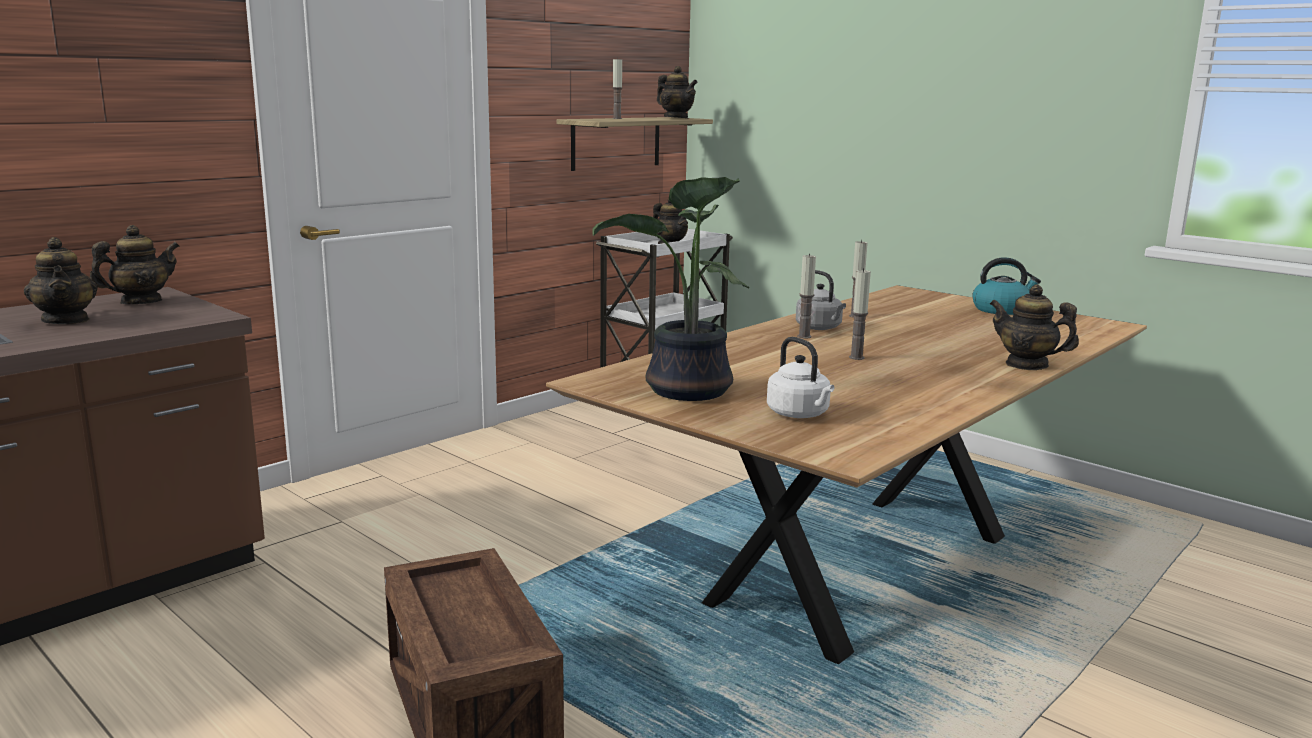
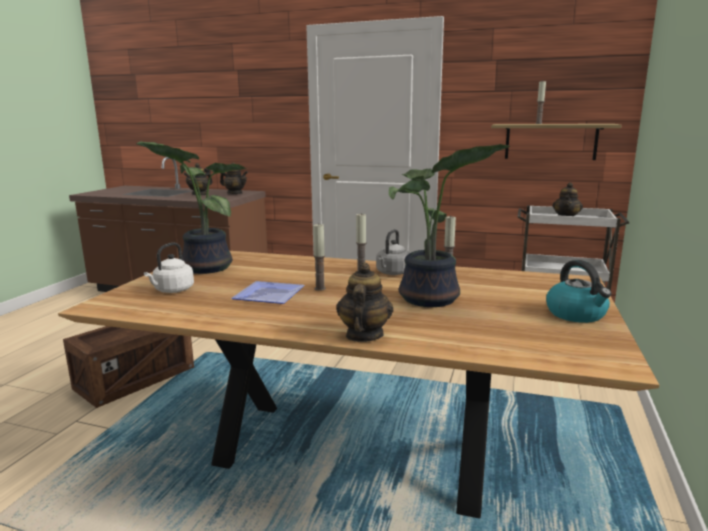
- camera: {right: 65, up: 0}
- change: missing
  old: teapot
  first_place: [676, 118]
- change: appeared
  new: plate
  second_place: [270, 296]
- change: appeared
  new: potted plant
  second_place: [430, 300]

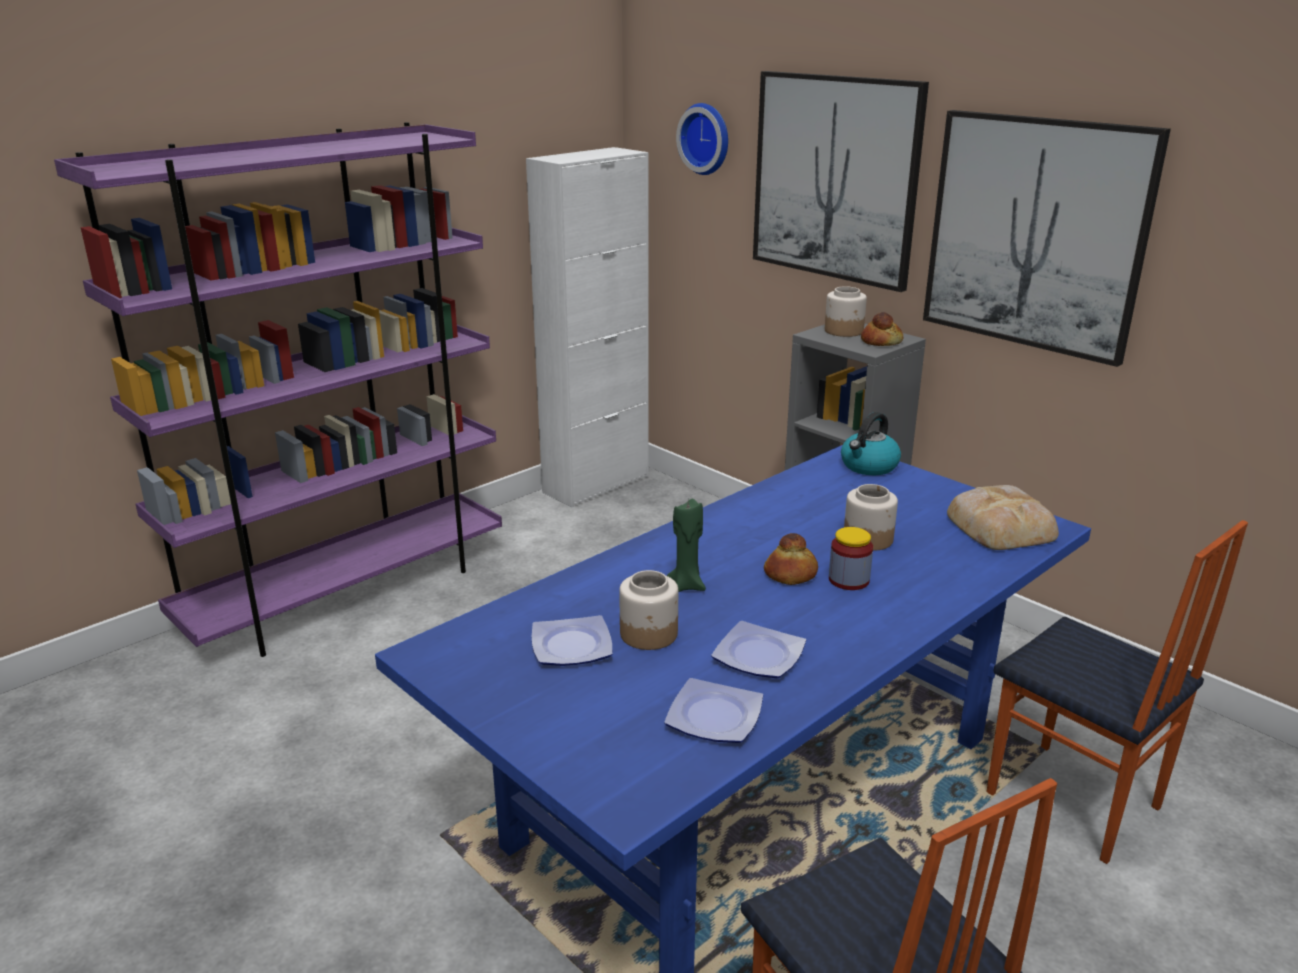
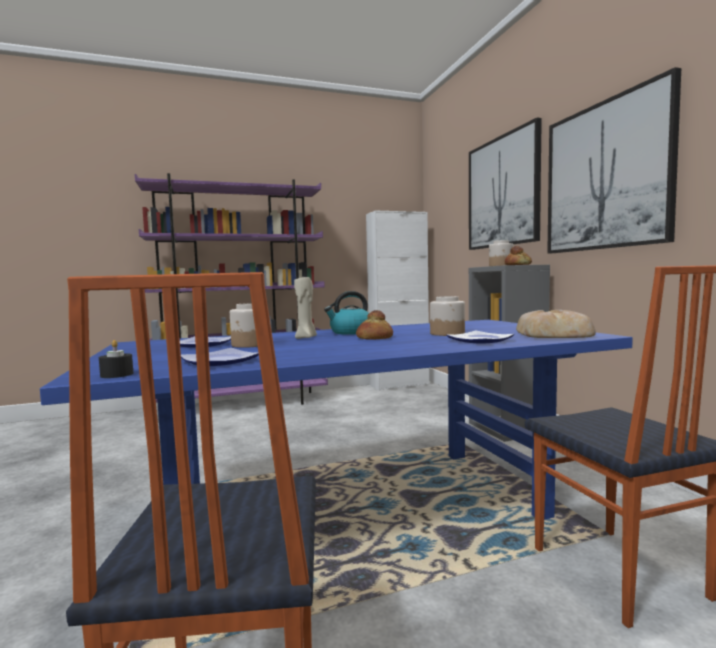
- camera: {right: 25, up: -20}
- change: missing
  old: wall clock
  first_place: [707, 138]
- change: missing
  old: jar
  first_place: [848, 580]
- change: appeared
  new: black candle
  second_place: [117, 375]
- change: relocated
  old: plate
  first_place: [760, 655]
  second_place: [481, 340]
- change: relocated
  old: kettle
  first_place: [869, 466]
  second_place: [350, 332]
- change: colour
  old: green candle
  new: beige candle
  first_place: [687, 585]
  second_place: [306, 337]

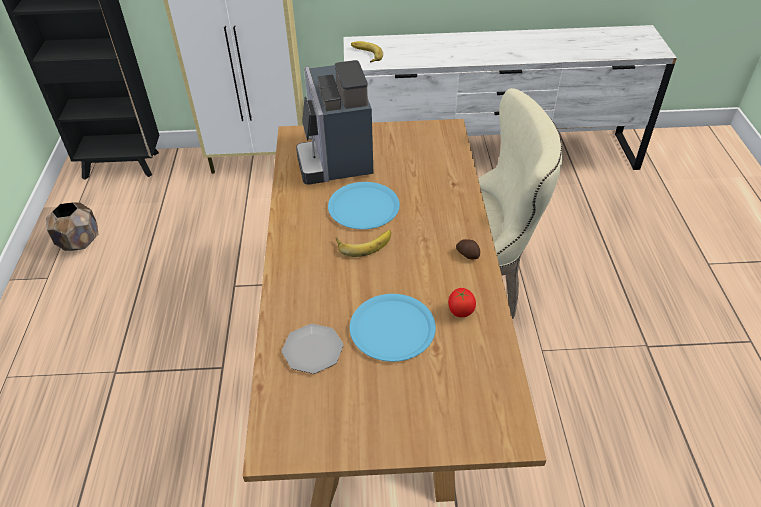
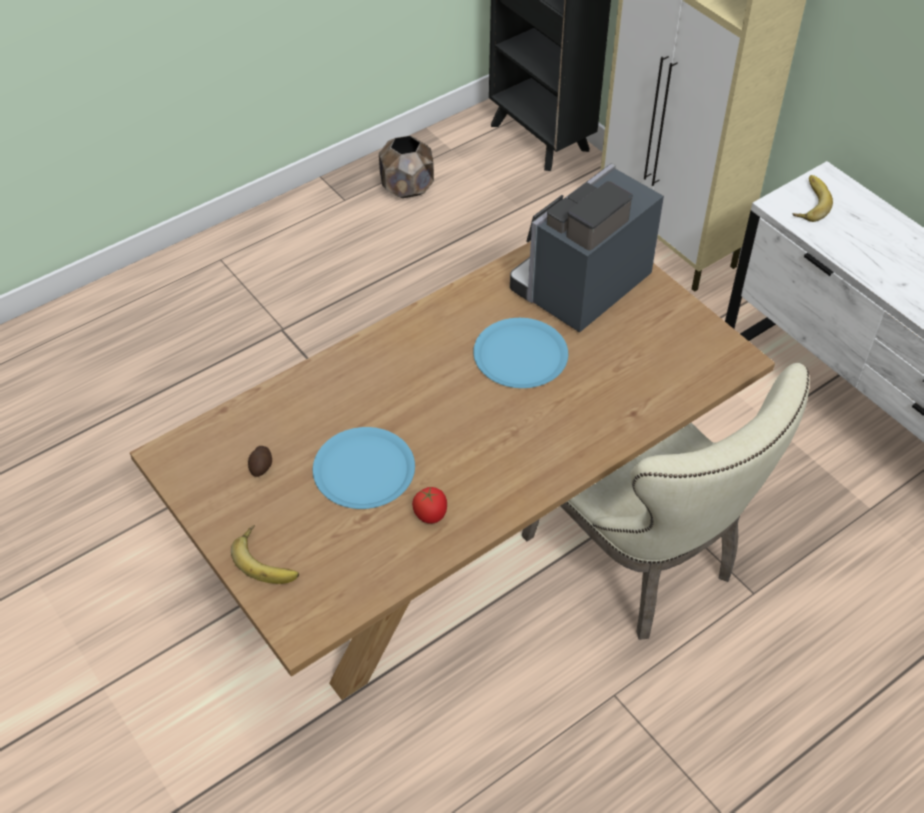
- camera: {right: 55, up: 5}
- change: missing
  old: plate
  first_place: [313, 349]
- change: relocated
  old: banana
  first_place: [363, 243]
  second_place: [268, 559]
- change: relocated
  old: potato
  first_place: [468, 254]
  second_place: [261, 466]

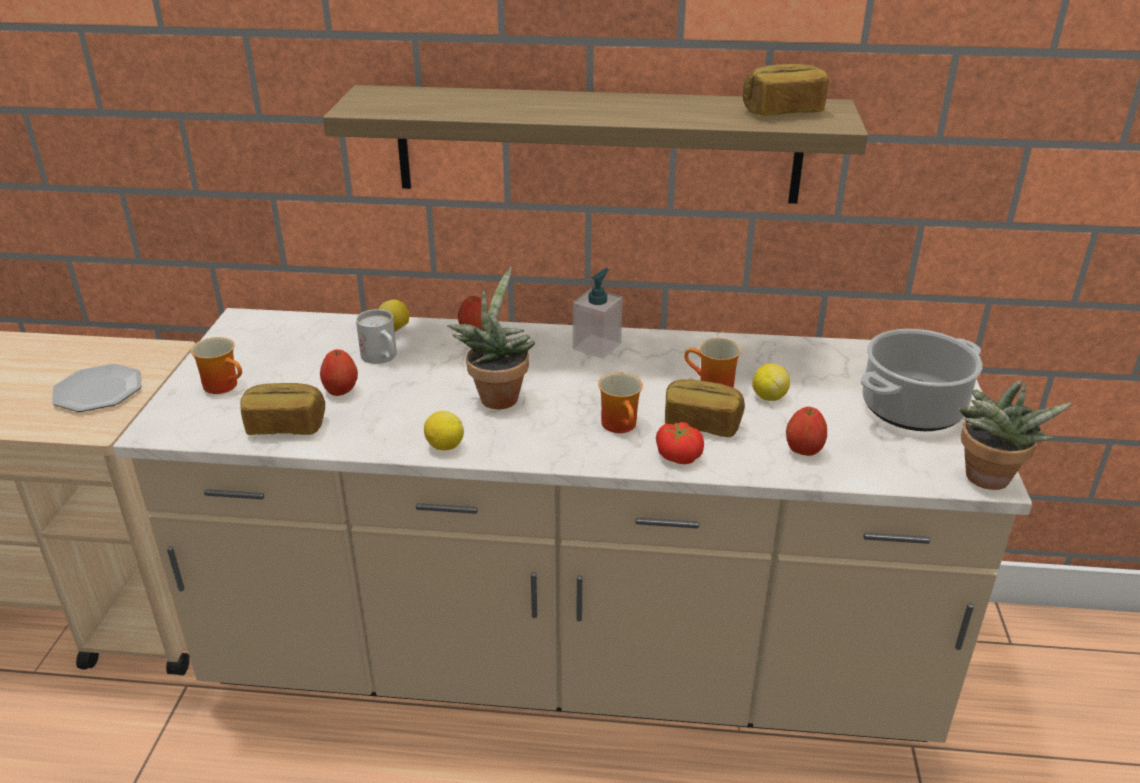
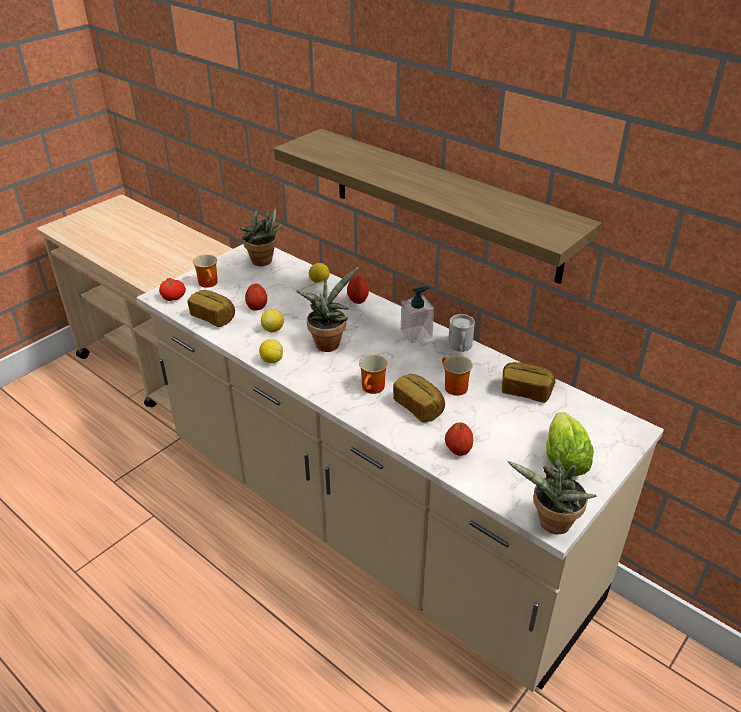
- camera: {right: 35, up: 5}
- change: missing
  old: plate
  first_place: [98, 391]
- change: appeared
  new: potted plant
  second_place: [264, 262]
- change: relocated
  old: white mug
  first_place: [382, 358]
  second_place: [460, 348]
- change: relocated
  old: tomato
  first_place: [679, 455]
  second_place: [173, 297]
- change: relocated
  old: bread
  first_place: [782, 111]
  second_place: [526, 391]
- change: relocated
  old: lemon
  first_place: [768, 397]
  second_place: [273, 329]
- change: exchanged
  old: cooking pot
  new: lettuce
  first_place: [911, 409]
  second_place: [563, 457]

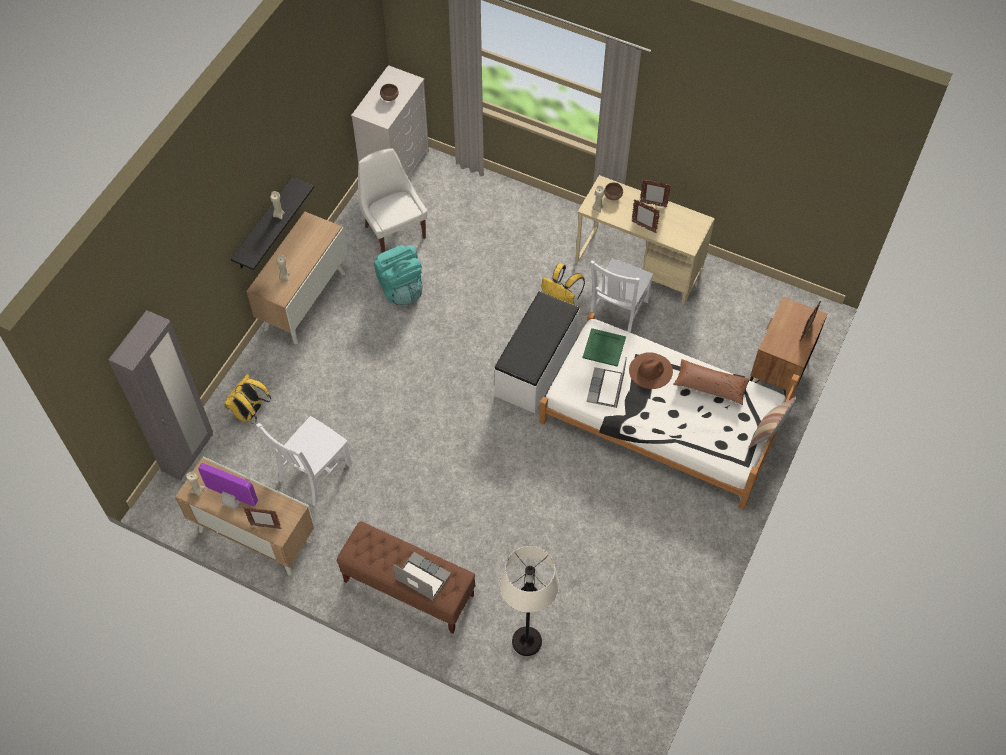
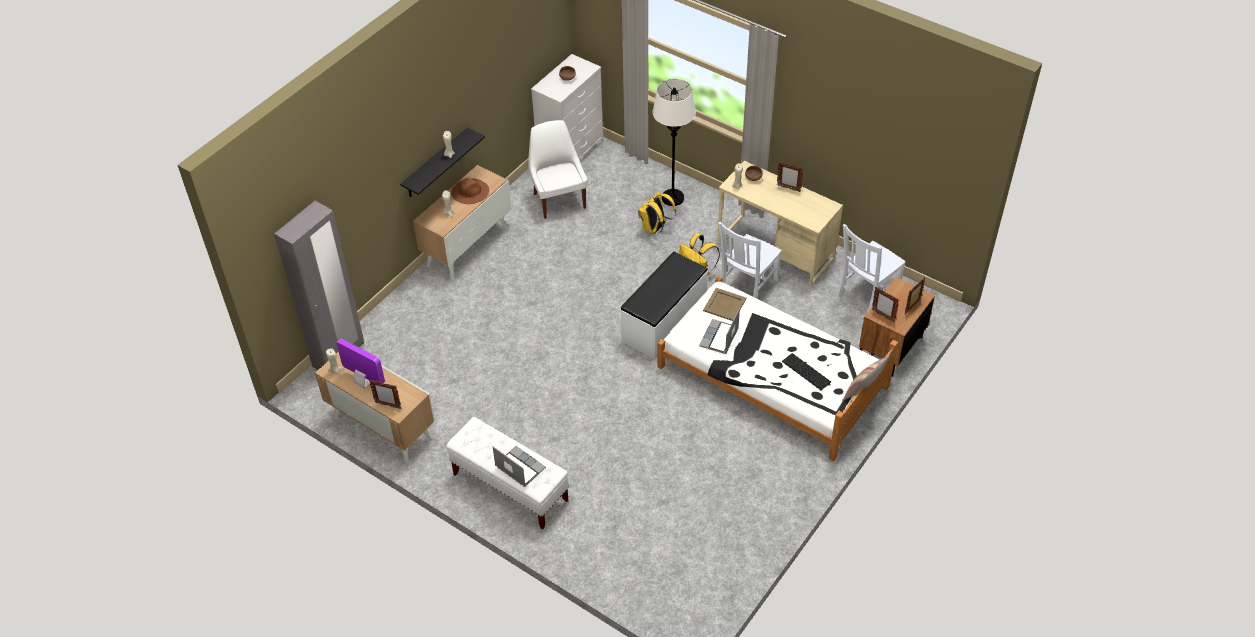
- camera: {right: 10, up: -10}
- change: missing
  old: turquoise backpack
  first_place: [400, 288]
- change: missing
  old: brown pillow
  first_place: [710, 386]
- change: appeared
  new: keyboard
  second_place: [806, 372]
- change: relocated
  old: yellow backpack
  first_place: [250, 413]
  second_place: [655, 228]
- change: relocated
  old: white chair
  first_place: [313, 474]
  second_place: [866, 294]
- change: relocated
  old: white floor lamp
  first_place: [526, 641]
  second_place: [672, 198]
- change: relocated
  old: brown hat
  first_place: [650, 370]
  second_place: [470, 191]
- change: relocated
  old: picture frame
  first_place: [643, 227]
  second_place: [883, 316]
- change: colour
  old: brown bench
  new: white bench
  first_place: [408, 588]
  second_place: [510, 487]
- change: colour
  old: green tray
  new: beige tray
  first_place: [604, 347]
  second_place: [724, 304]

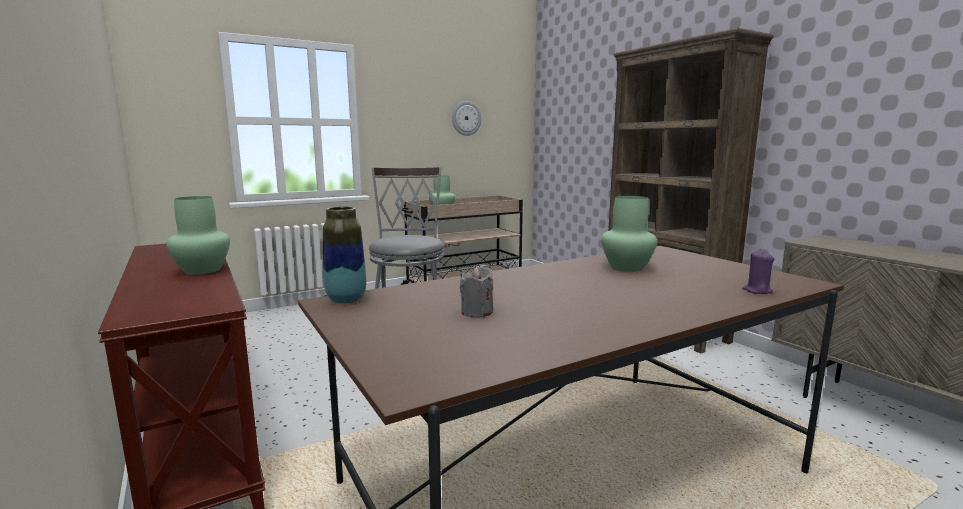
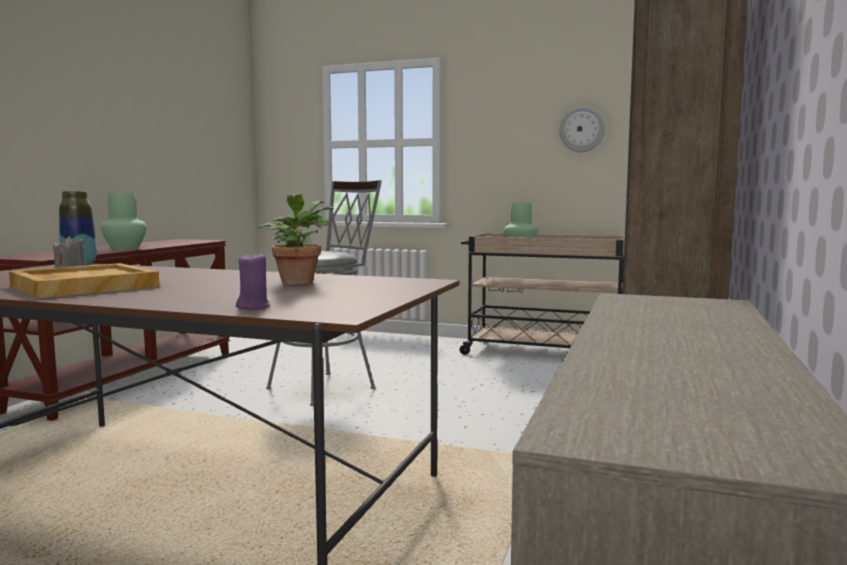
- camera: {right: 50, up: -5}
- change: appeared
  new: beige tray
  second_place: [83, 286]
- change: exchanged
  old: green vase
  new: potted plant
  first_place: [626, 267]
  second_place: [298, 282]

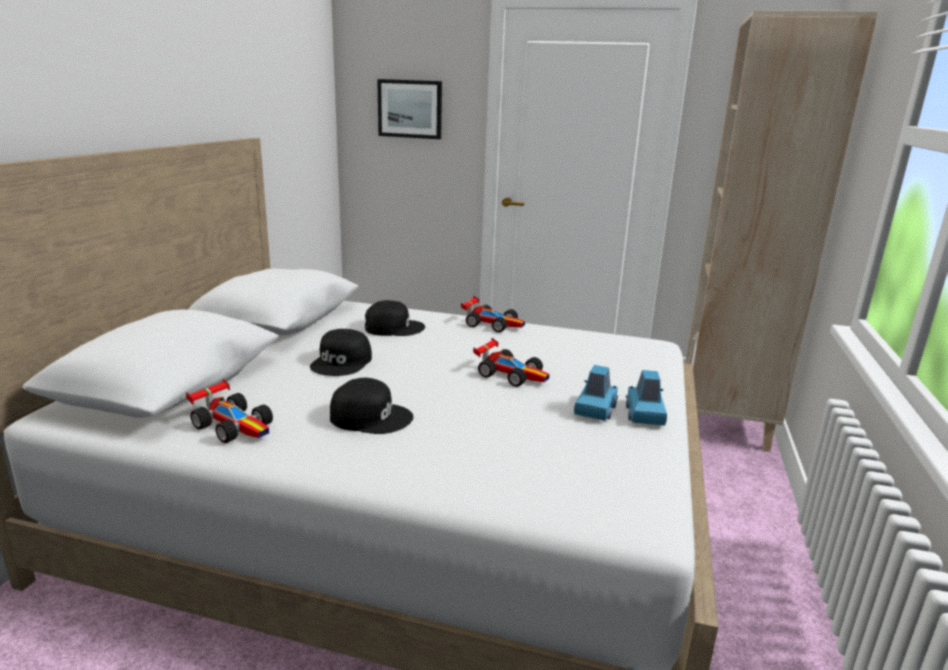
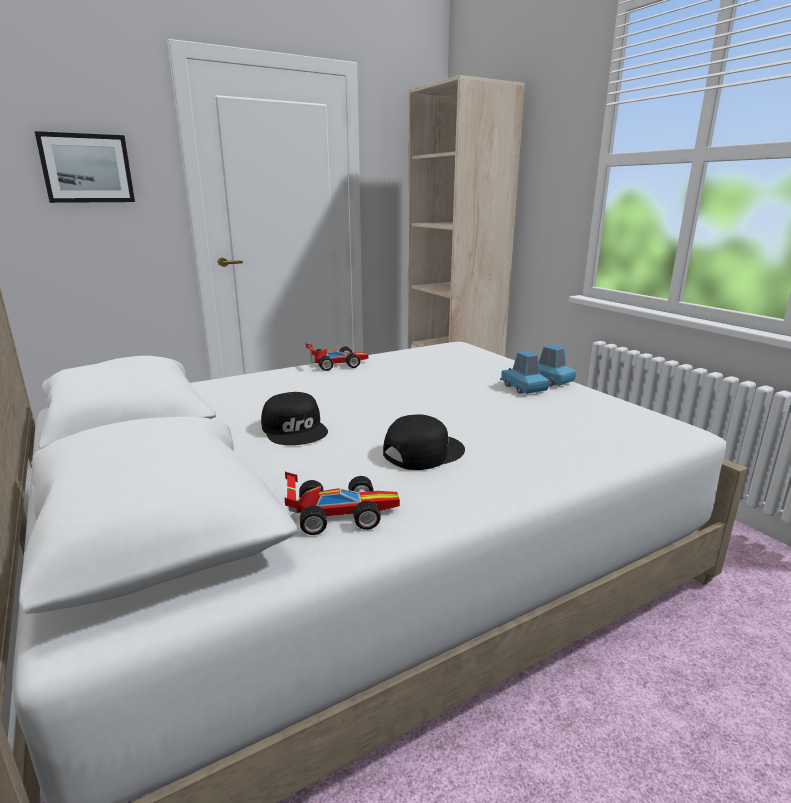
- camera: {right: -45, up: 0}
- change: missing
  old: black cap
  first_place: [393, 327]
- change: missing
  old: toy car
  first_place: [511, 374]

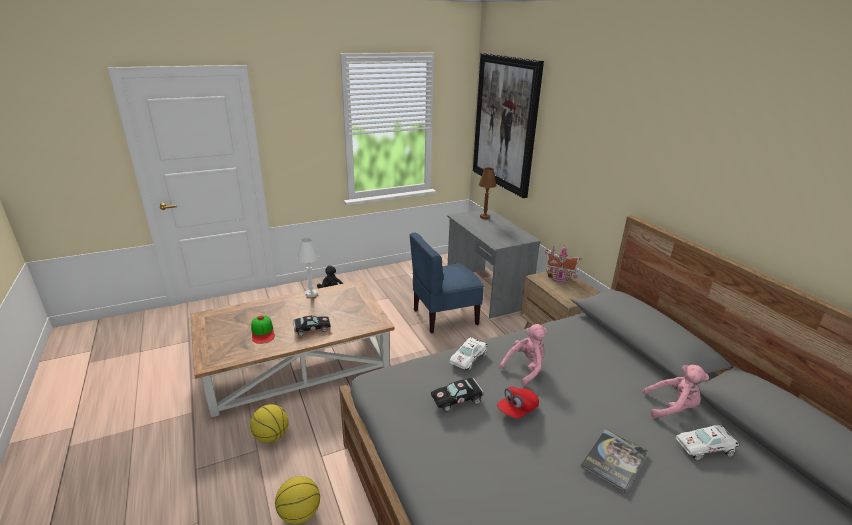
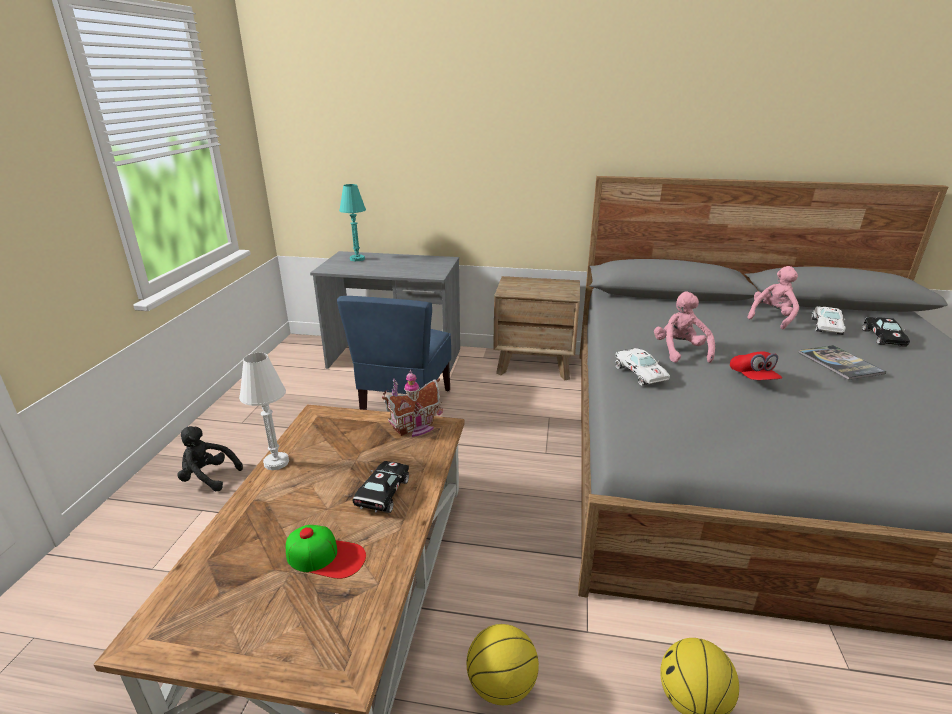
- camera: {right: -55, up: 0}
- change: missing
  old: picture
  first_place: [505, 123]
- change: relocated
  old: black toy car
  first_place: [458, 399]
  second_place: [883, 337]
- change: relocated
  old: toy house
  first_place: [559, 278]
  second_place: [415, 428]
- change: colour
  old: brown table lamp
  new: turquoise table lamp
  first_place: [484, 217]
  second_place: [357, 259]

